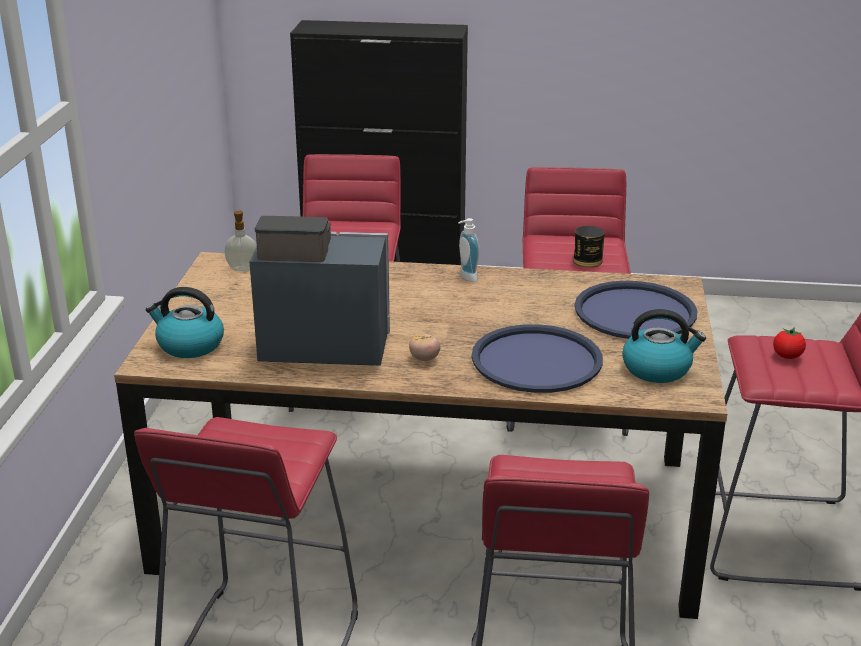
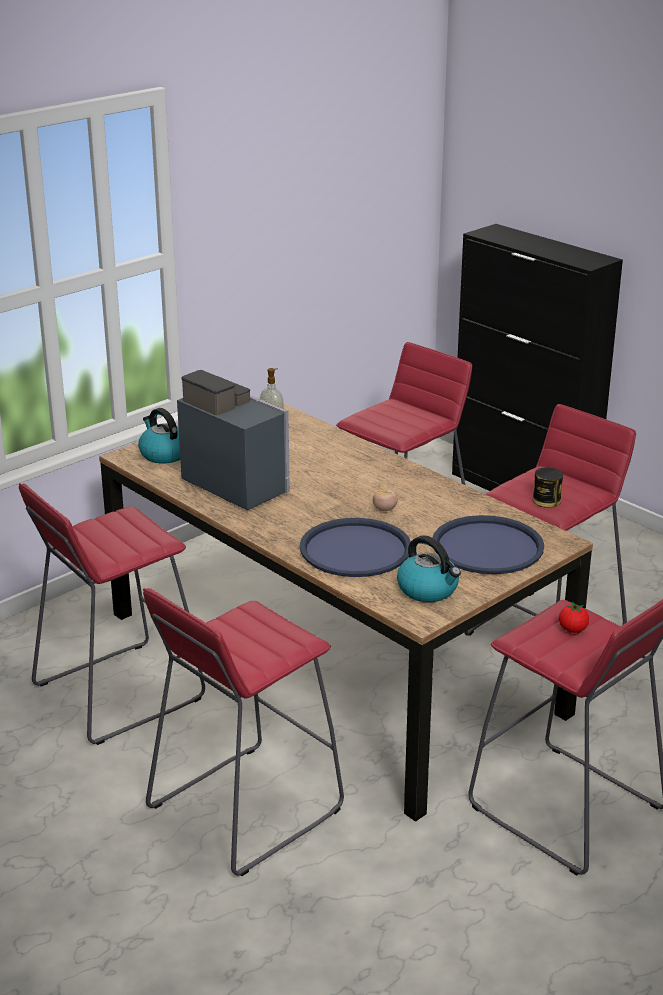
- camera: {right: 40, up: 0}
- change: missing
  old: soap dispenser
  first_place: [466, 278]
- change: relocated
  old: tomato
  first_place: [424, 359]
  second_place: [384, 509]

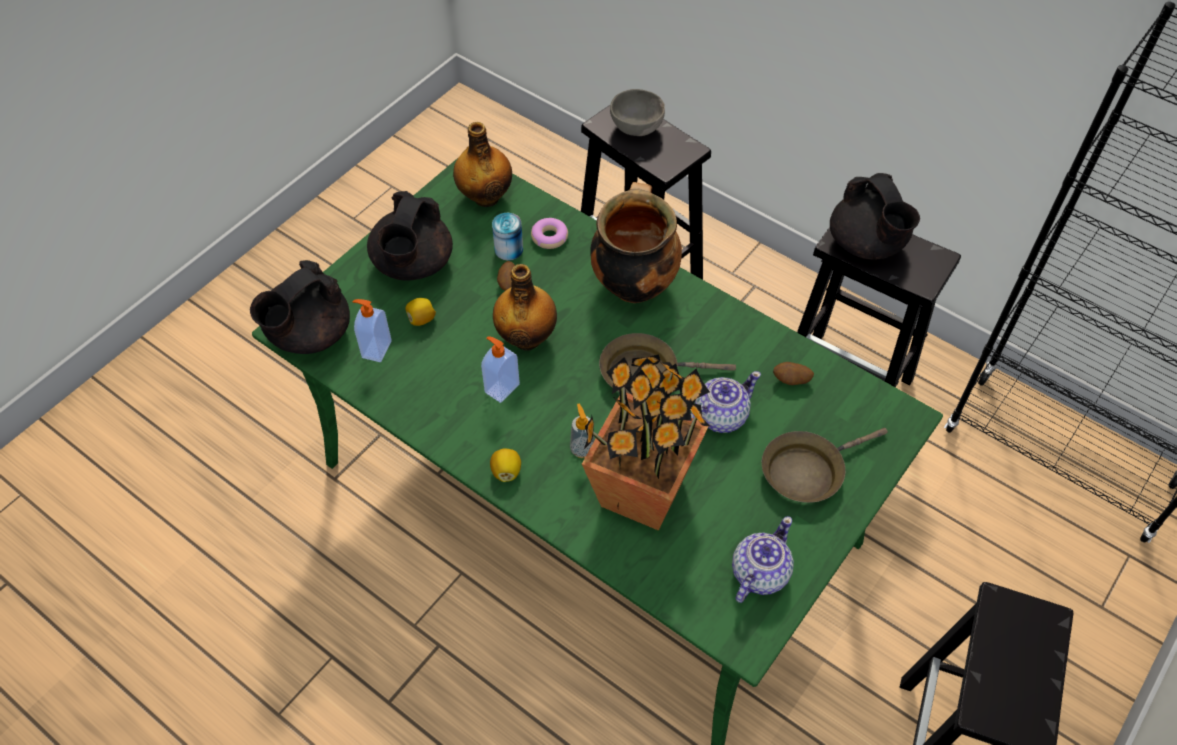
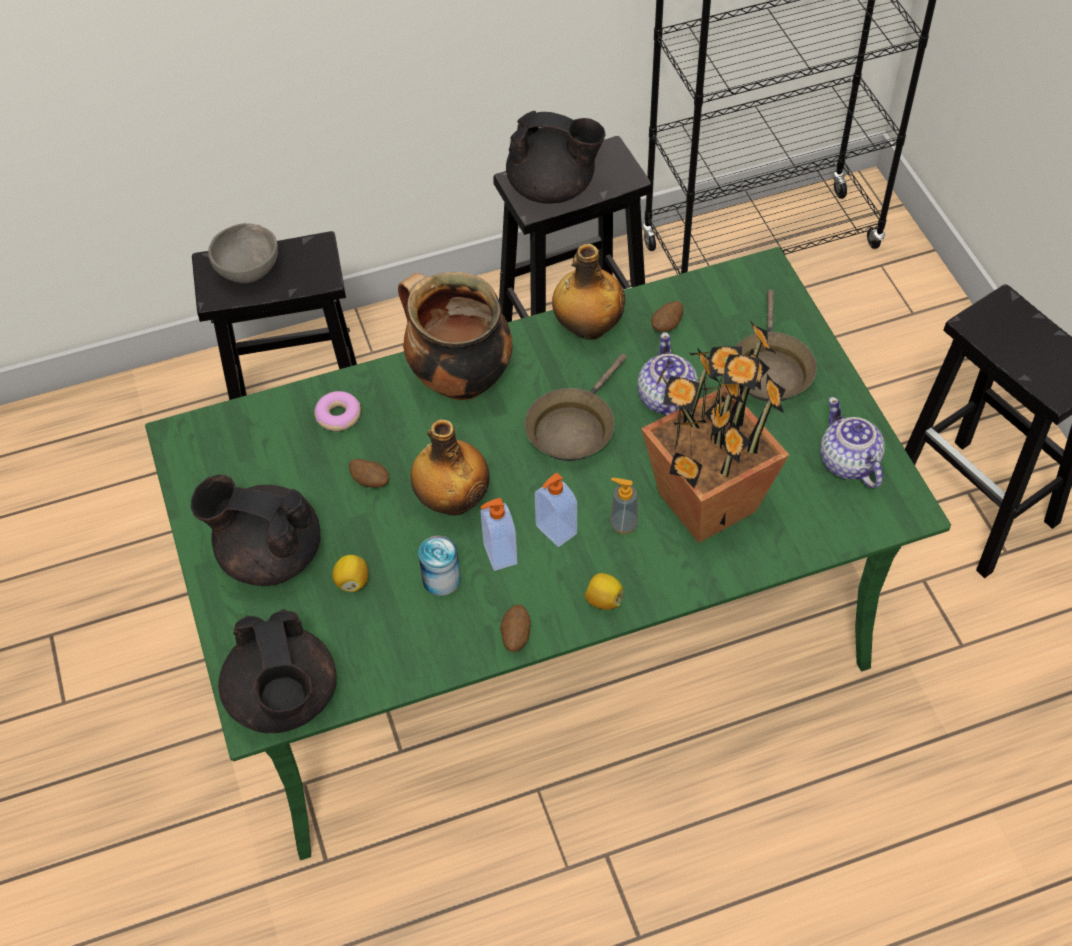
- camera: {right: -55, up: 0}
- change: appeared
  new: potato
  second_place: [515, 636]
- change: relocated
  old: soap dispenser
  first_place: [375, 349]
  second_place: [555, 531]
- change: relocated
  old: bottle
  first_place: [485, 196]
  second_place: [588, 328]
- change: relocated
  old: can
  first_place: [508, 249]
  second_place: [441, 579]
- change: spun
  old: black teapot
  first_place: [413, 265]
  second_place: [269, 554]
  degrees: 150

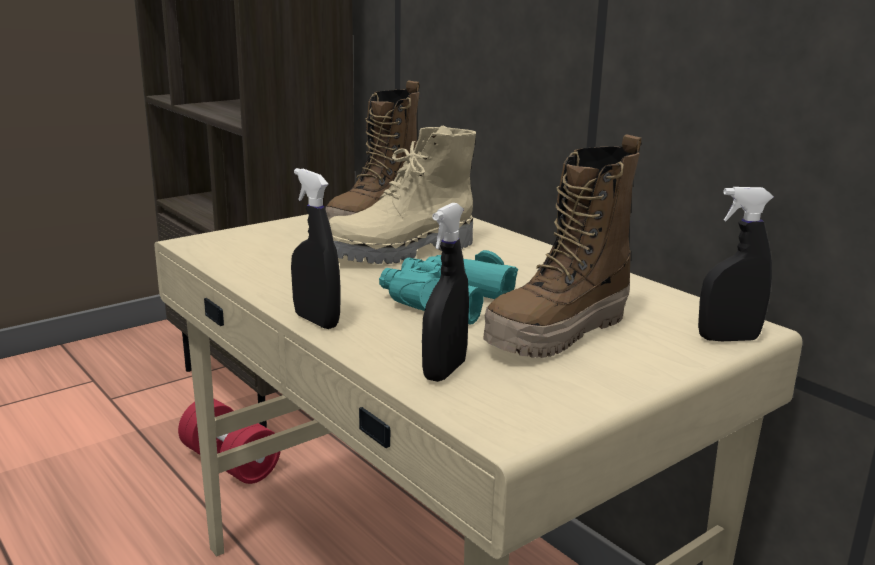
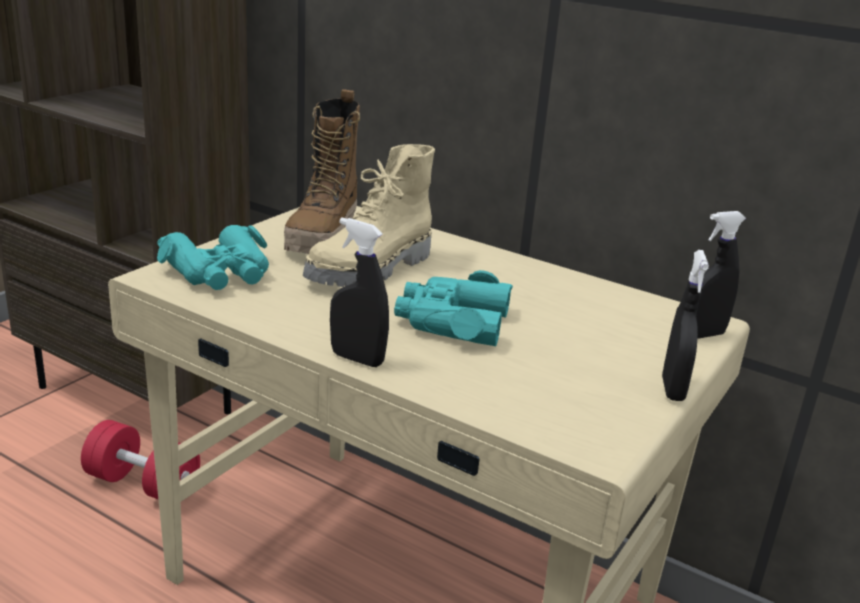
- camera: {right: -20, up: 5}
- change: missing
  old: boot
  first_place: [558, 334]
- change: appeared
  new: turquoise binoculars
  second_place: [220, 273]
- change: relocated
  old: black spray bottle
  first_place: [444, 371]
  second_place: [672, 389]

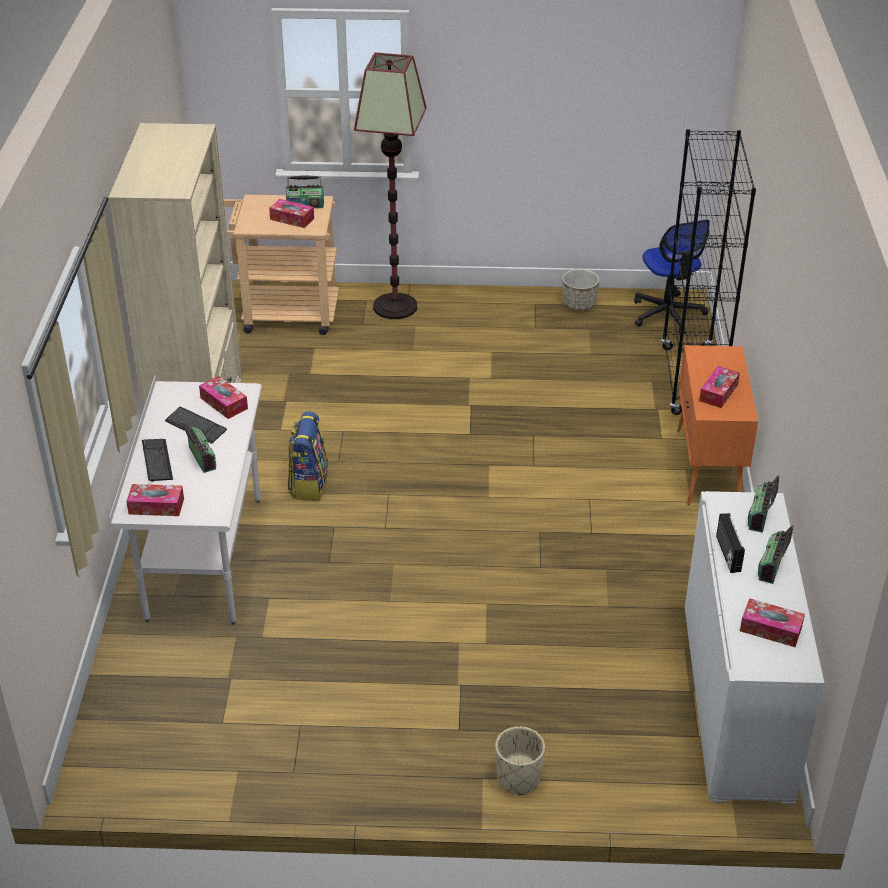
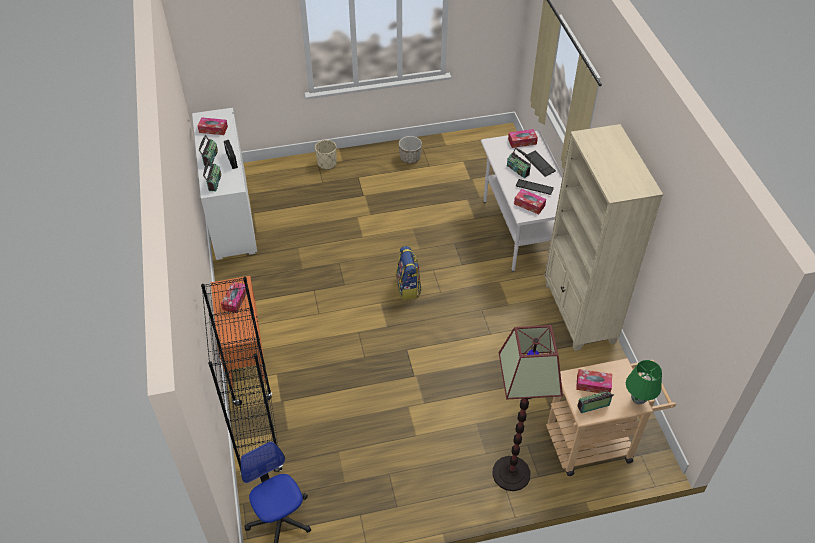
- camera: {right: 165, up: 10}
- change: appeared
  new: green table lamp
  second_place: [638, 399]
- change: relocated
  old: backpack
  first_place: [308, 484]
  second_place: [408, 288]
- change: relocated
  old: planter
  first_place: [579, 304]
  second_place: [410, 158]

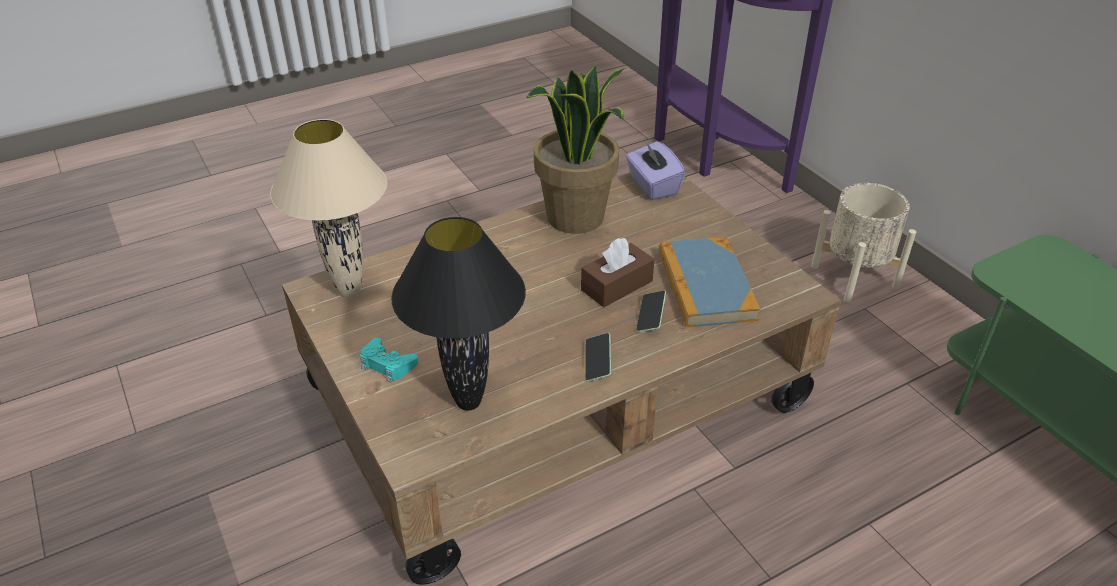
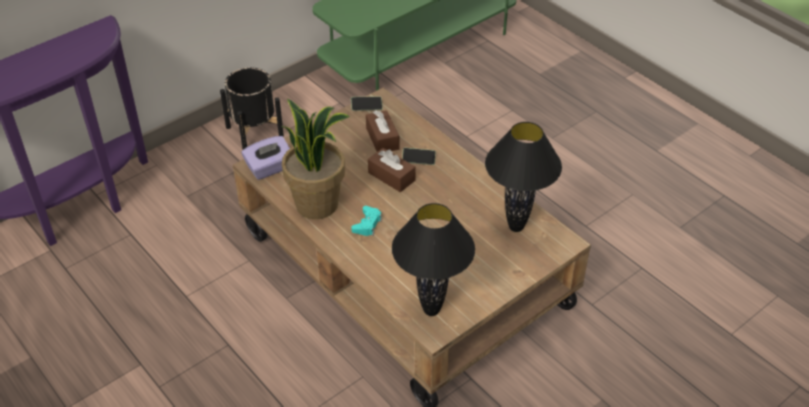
- camera: {right: -100, up: 5}
- change: relocated
  old: turquoise game controller
  first_place: [387, 365]
  second_place: [367, 224]
- change: relocated
  old: phone
  first_place: [597, 363]
  second_place: [366, 107]
- change: exchanged
  old: book
  new: brown tissue box
  first_place: [705, 286]
  second_place: [382, 138]
- change: colour
  old: beige table lamp
  new: black table lamp
  first_place: [348, 291]
  second_place: [431, 311]
- change: colour
  old: beige planter
  new: black planter
  first_place: [854, 276]
  second_place: [254, 132]

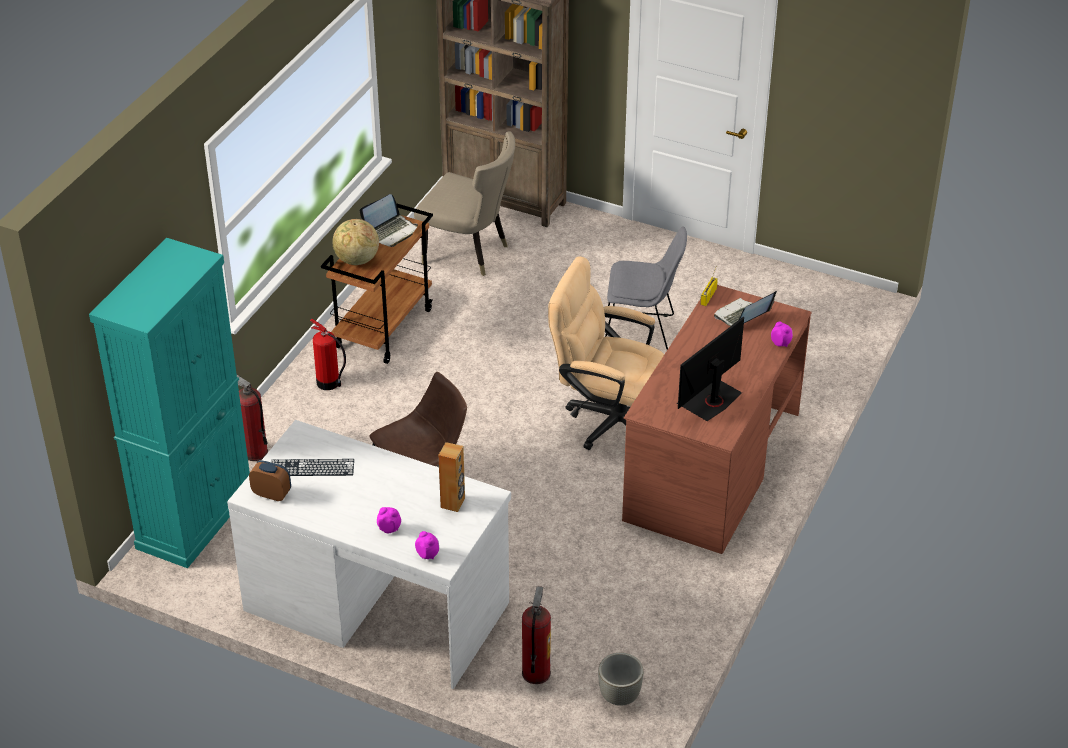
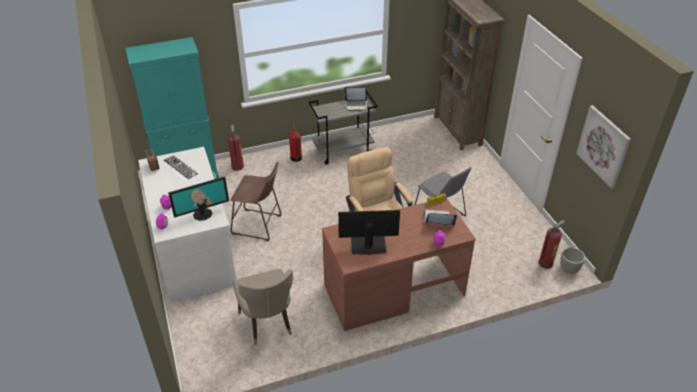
- camera: {right: 45, up: 0}
- change: missing
  old: globe
  first_place: [356, 260]
- change: appeared
  new: picture
  second_place: [604, 146]
- change: relocated
  old: beige chair
  first_place: [469, 253]
  second_place: [267, 324]
- change: relocated
  old: fire extinguisher
  first_place: [535, 672]
  second_place: [545, 263]
- change: relocated
  old: grey planter
  first_place: [619, 696]
  second_place: [568, 269]
- change: exchanged
  old: brown speaker
  new: monitor
  first_place: [453, 503]
  second_place: [202, 214]
- change: colour
  old: brown cart
  new: grey cart
  first_place: [383, 327]
  second_place: [343, 151]

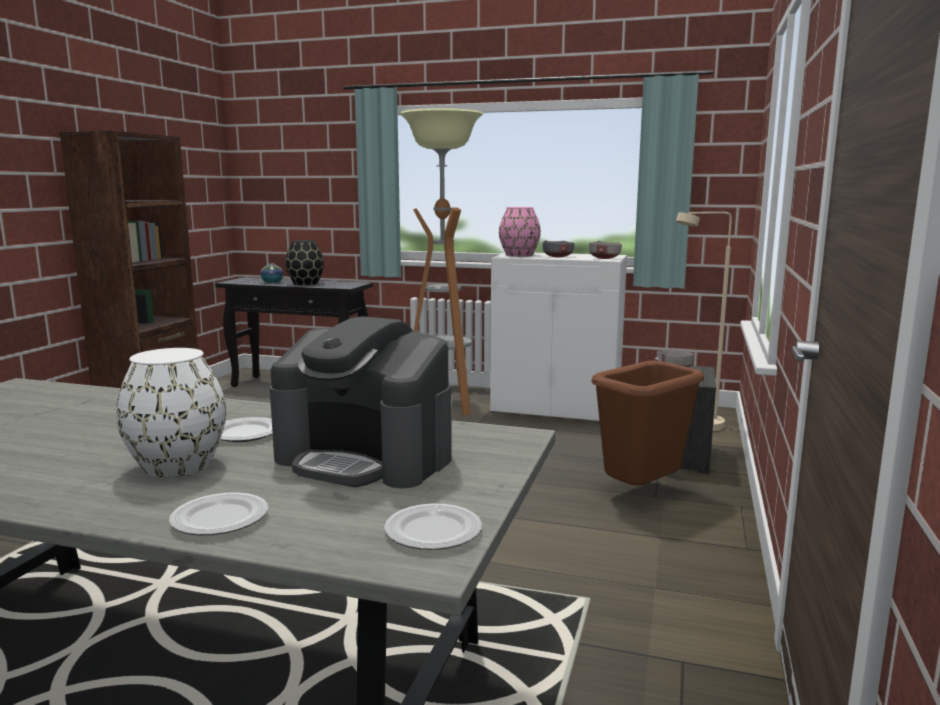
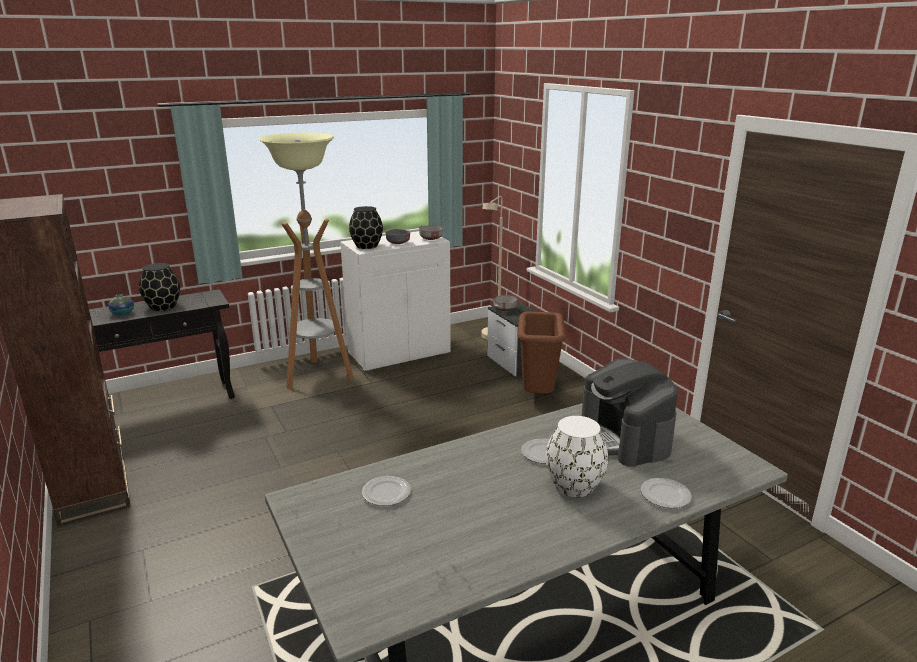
- camera: {right: -45, up: 10}
- change: relocated
  old: plate
  first_place: [433, 531]
  second_place: [386, 493]
- change: colour
  old: pink vase
  new: black vase
  first_place: [519, 255]
  second_place: [367, 246]
- change: spun
  old: coffee machine
  first_place: [366, 458]
  second_place: [625, 438]
  degrees: 90

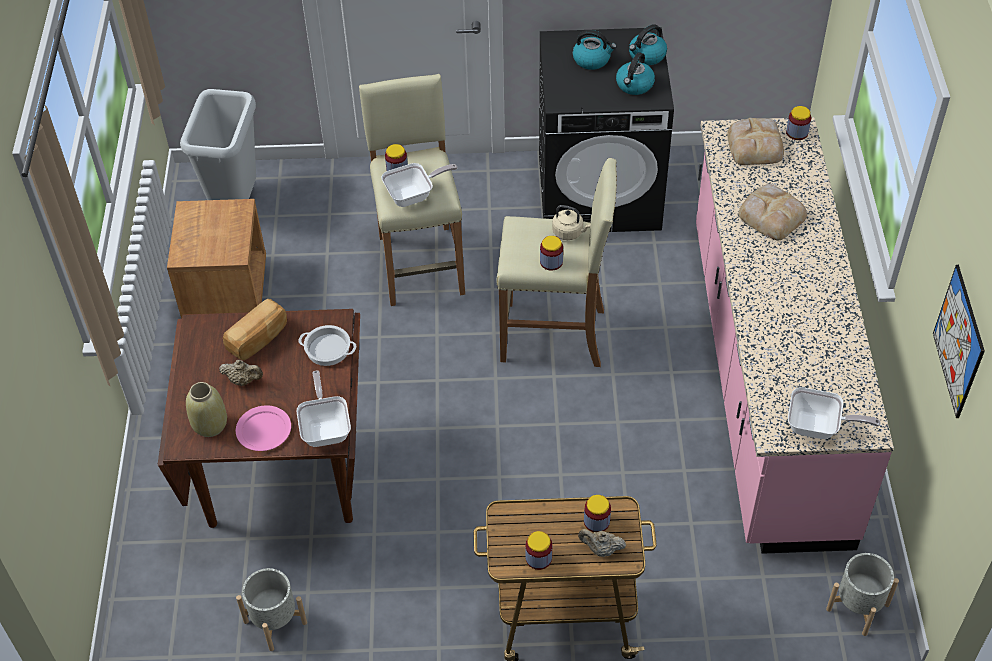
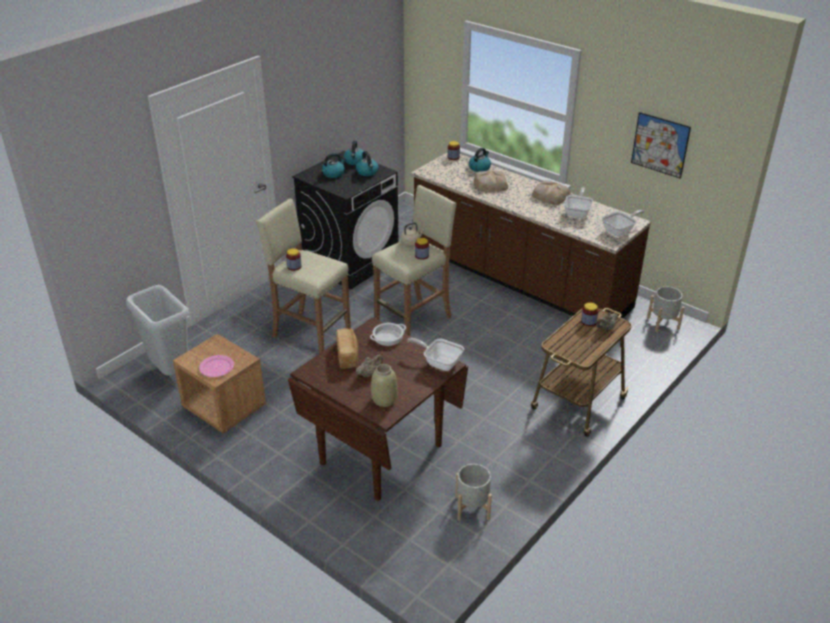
- camera: {right: -50, up: -15}
- change: missing
  old: jar
  first_place: [538, 558]
- change: appeared
  new: kettle
  second_place: [479, 168]
- change: relocated
  old: pink plate
  first_place: [263, 430]
  second_place: [216, 367]
- change: relocated
  old: frying pan
  first_place: [414, 195]
  second_place: [577, 212]
- change: relocated
  old: bread
  first_place: [755, 145]
  second_place: [550, 195]
- change: colour
  old: pink counter
  new: brown counter
  first_place: [765, 379]
  second_place: [518, 279]

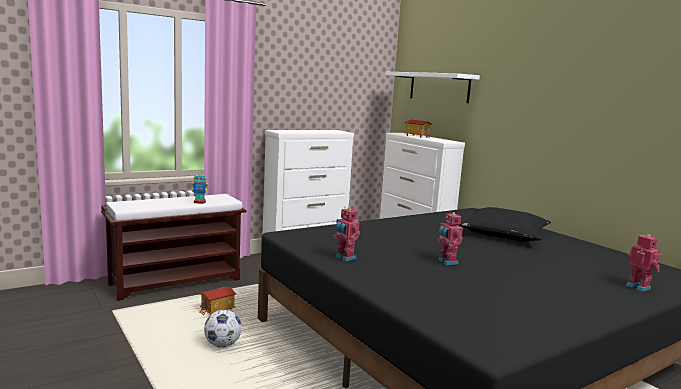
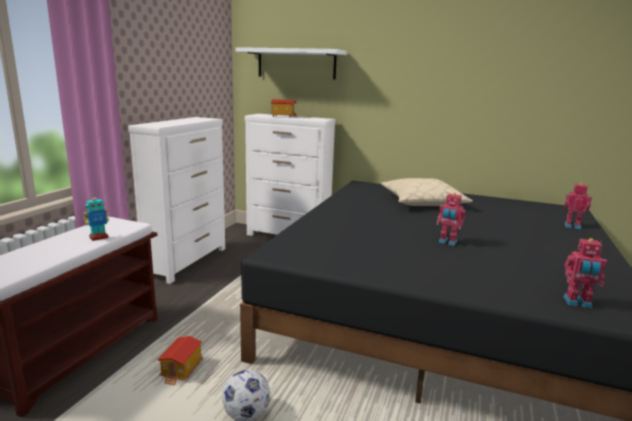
- camera: {right: -35, up: 5}
- change: relocated
  old: toy robot
  first_place: [344, 258]
  second_place: [577, 303]
- change: colour
  old: black pillow
  new: beige pillow
  first_place: [503, 234]
  second_place: [422, 202]

